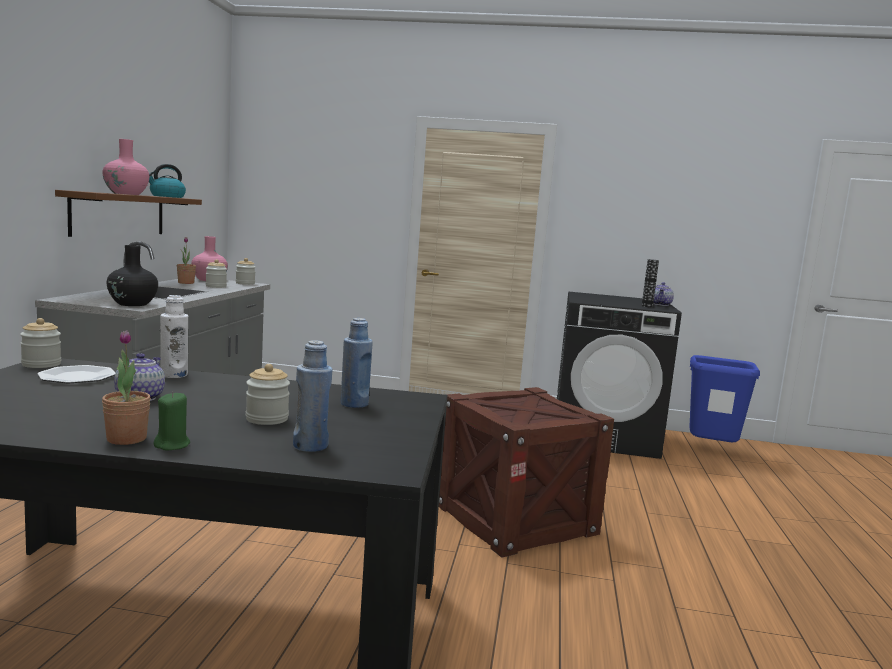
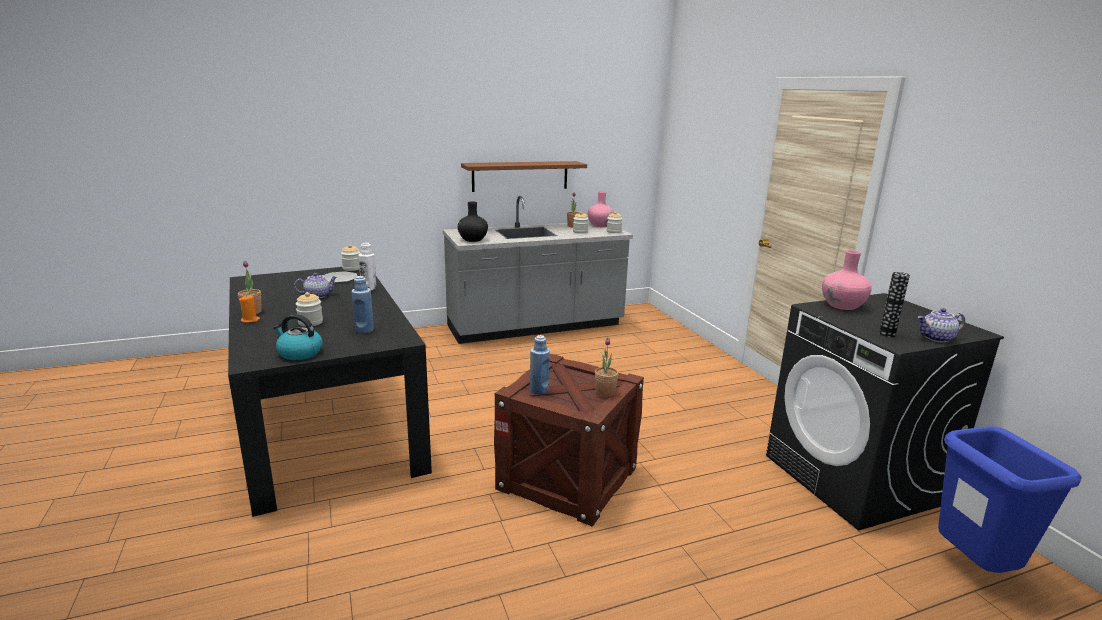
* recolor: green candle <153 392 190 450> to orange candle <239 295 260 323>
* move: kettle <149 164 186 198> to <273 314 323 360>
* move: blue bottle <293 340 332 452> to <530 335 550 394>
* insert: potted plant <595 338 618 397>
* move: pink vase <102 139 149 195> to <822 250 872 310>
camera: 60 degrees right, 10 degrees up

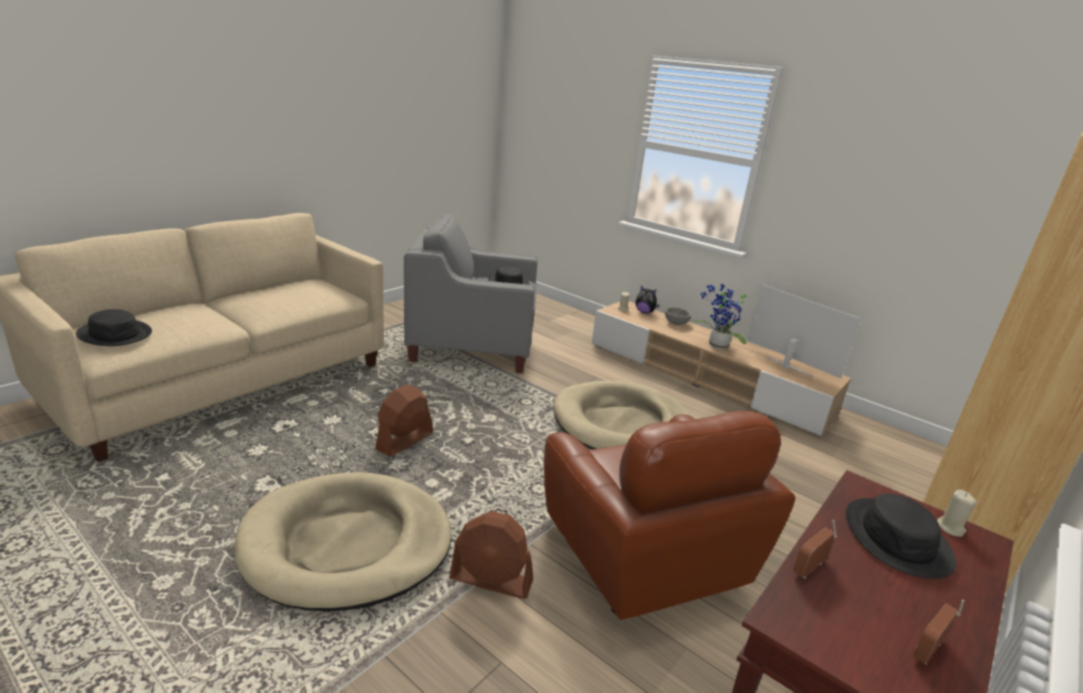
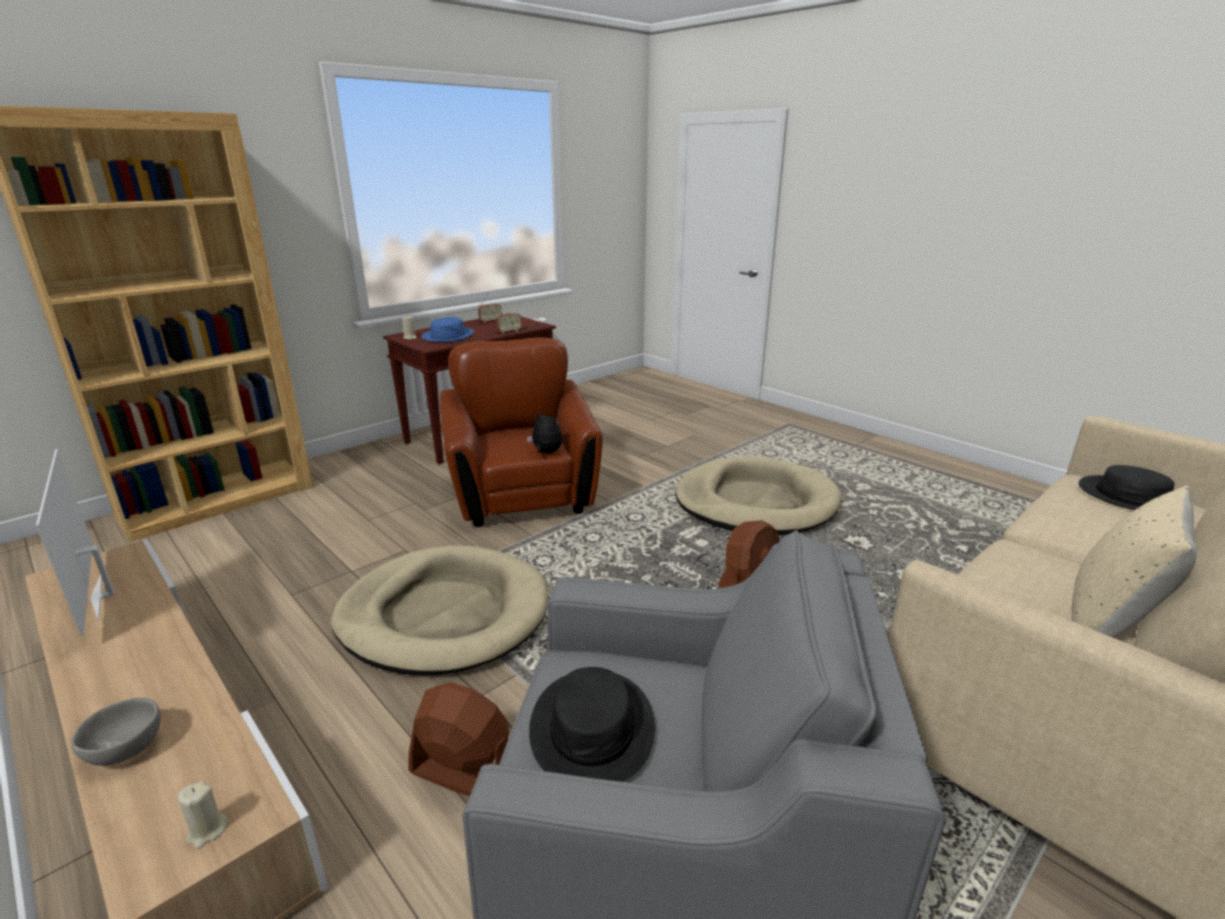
* move: brown fan <449 511 533 599> to <408 682 509 796>
* recolor: black hat <846 493 956 579> to blue hat <421 317 474 342>
* move: plush toy <636 286 660 314> to <527 412 562 453>
* insert: beige pillow <1071 485 1197 637>
* delete: potted plant <693 284 749 350>
camera: 170 degrees left, 0 degrees up

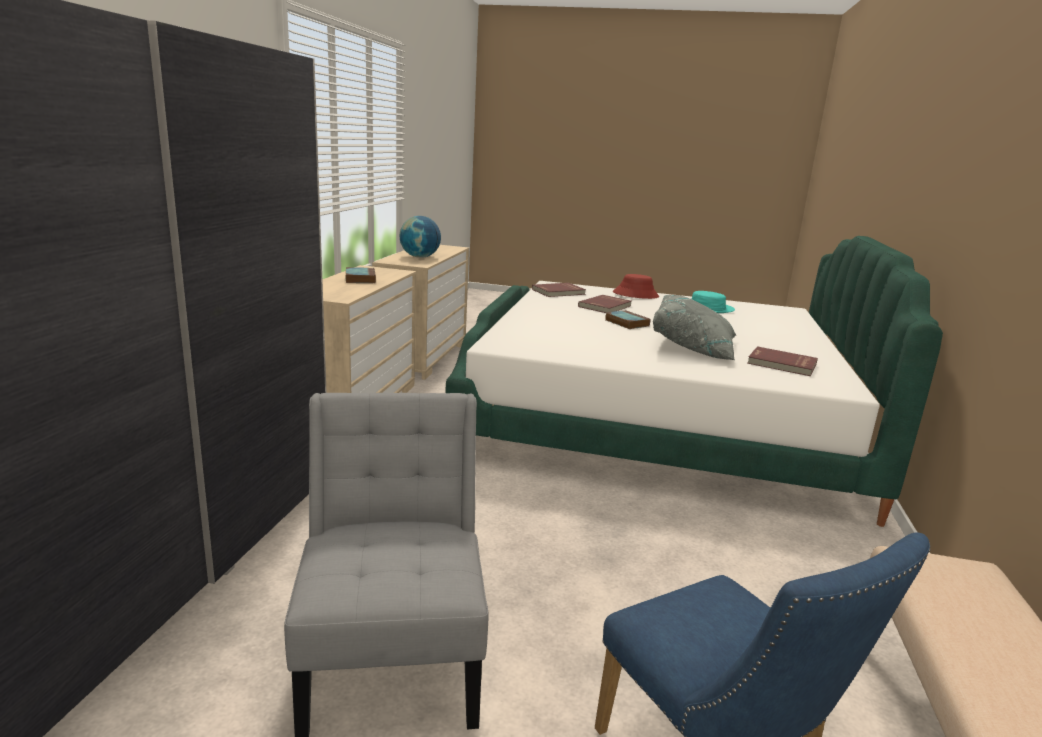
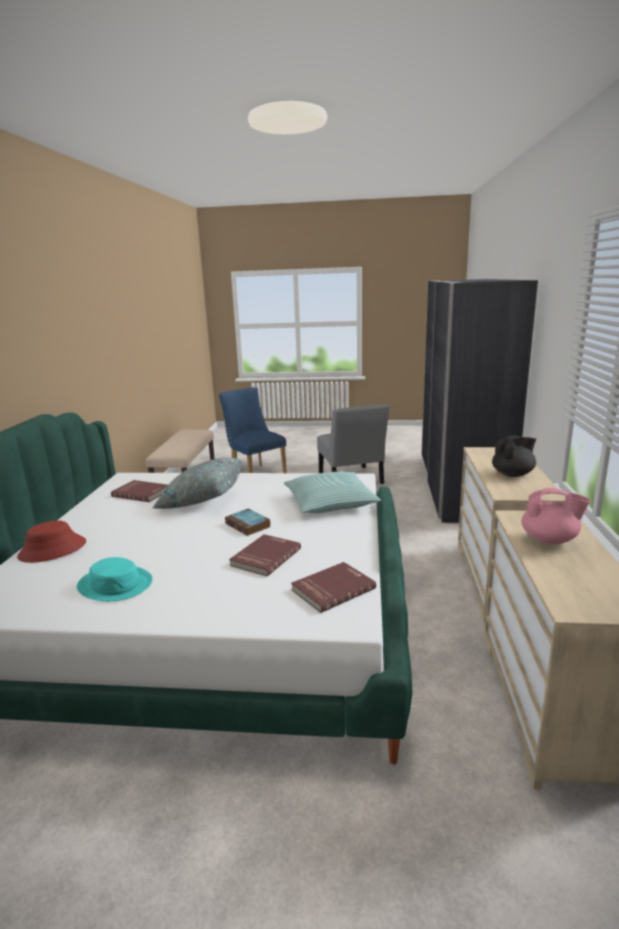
* move: red hat <613 274 659 299> to <17 521 86 563>
* insert: pillow <284 471 381 513>
* replace: book <346 267 376 283> to black teapot <492 435 536 477>
* replace: globe <400 216 441 258> to pink teapot <522 488 591 544>
camera: 175 degrees right, 0 degrees up

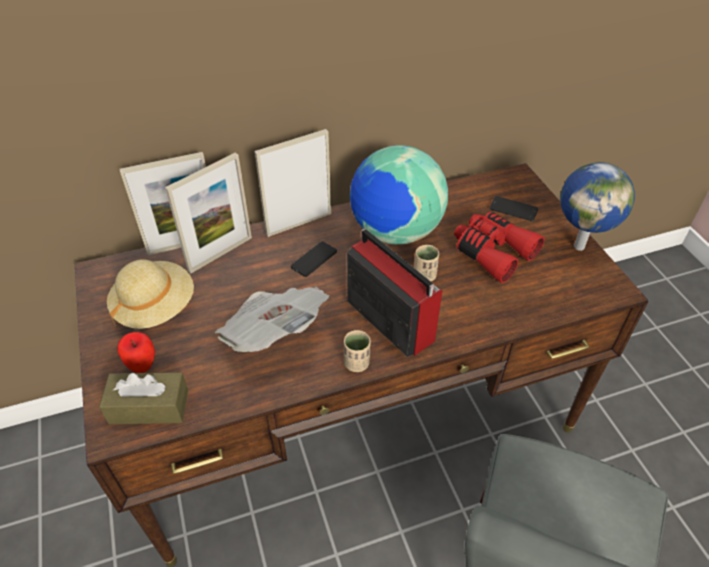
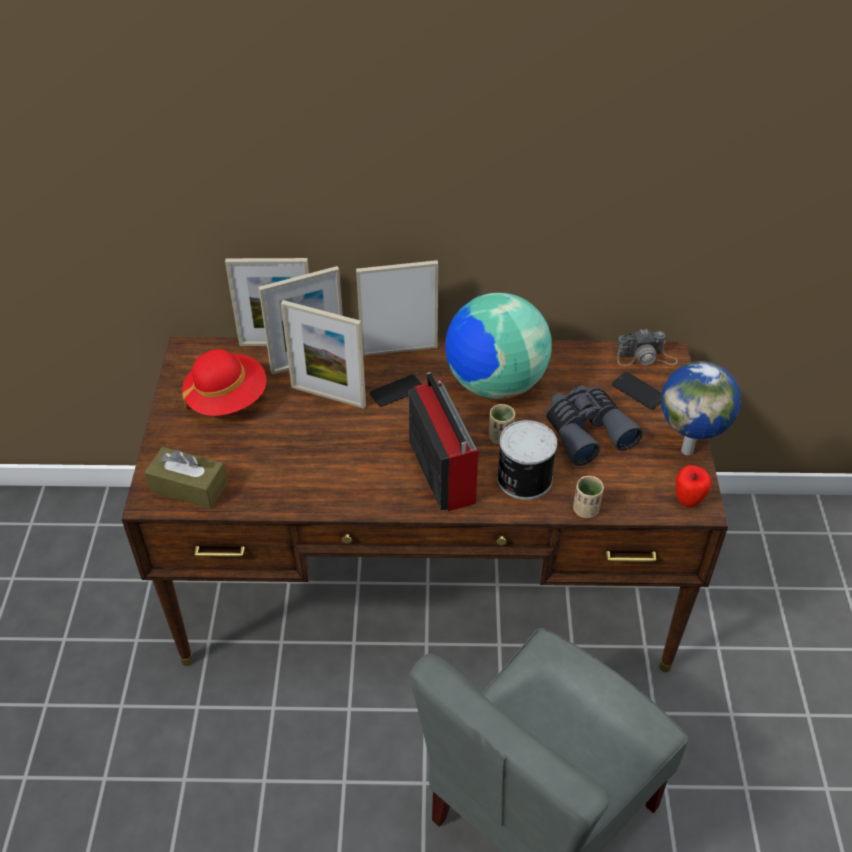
* recolor: beige hat <107 259 194 329> to red hat <182 349 266 416>
* insert: picture frame <281 300 366 409>
* insert: can <497 420 557 500>
* recolor: red binoculars <454 212 545 283> to grey binoculars <546 385 643 466>
* move: beige cup <344 330 371 372> to <573 476 604 518>
* insert: photo camera <616 329 678 366>
* move: apple <117 332 155 373> to <676 465 711 507>
* delete: newspaper <215 287 329 352>
camera: 20 degrees right, 0 degrees up

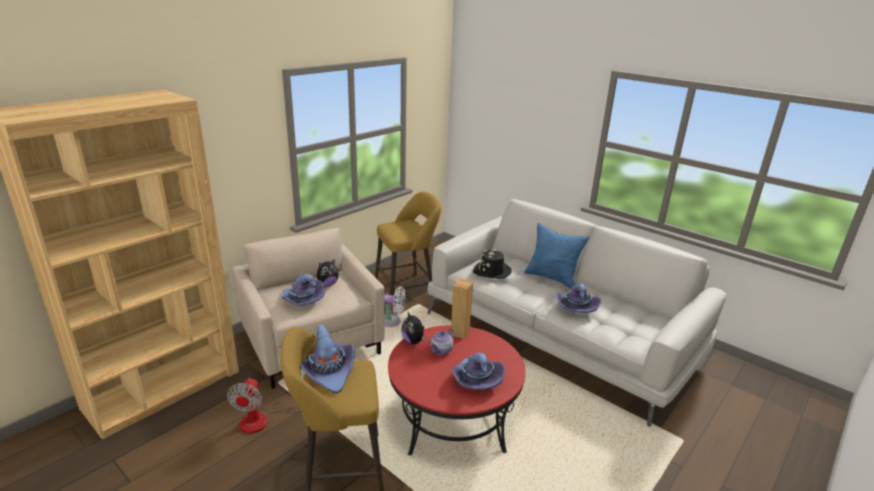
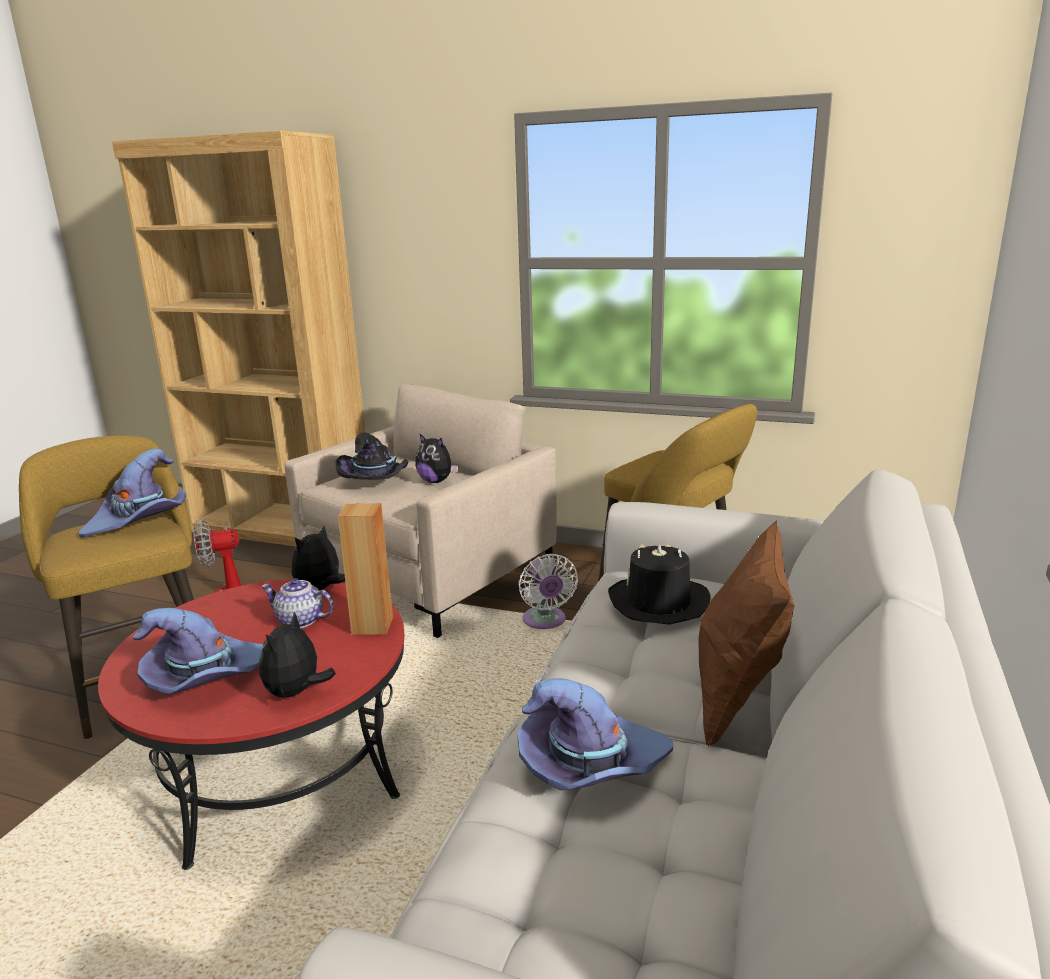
* insert: plush toy <259 612 336 697>
* recolor: purple hat <282 274 325 306> to black hat <335 432 409 480>
* recolor: blue pillow <524 223 589 289> to brown pillow <698 520 794 747>
camera: 70 degrees right, 5 degrees down

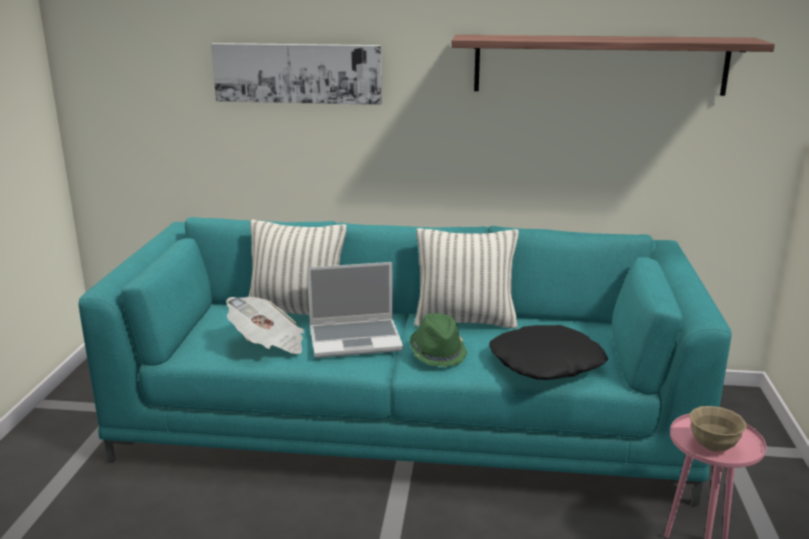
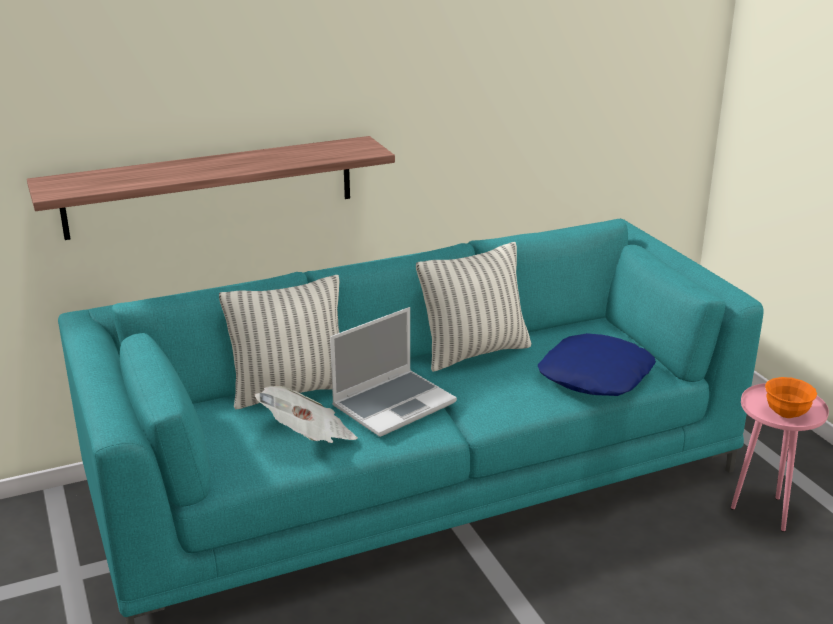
* move: shelf <451 35 775 96> to <27 136 395 240>
* recolor: black pillow <489 325 608 380> to blue pillow <538 333 656 396>
* recolor: beige bowl <689 406 747 451> to orange bowl <765 377 817 418>
* delete: picture <211 43 382 105>
* delete: green hat <410 313 467 367>
camera: 30 degrees left, 5 degrees up

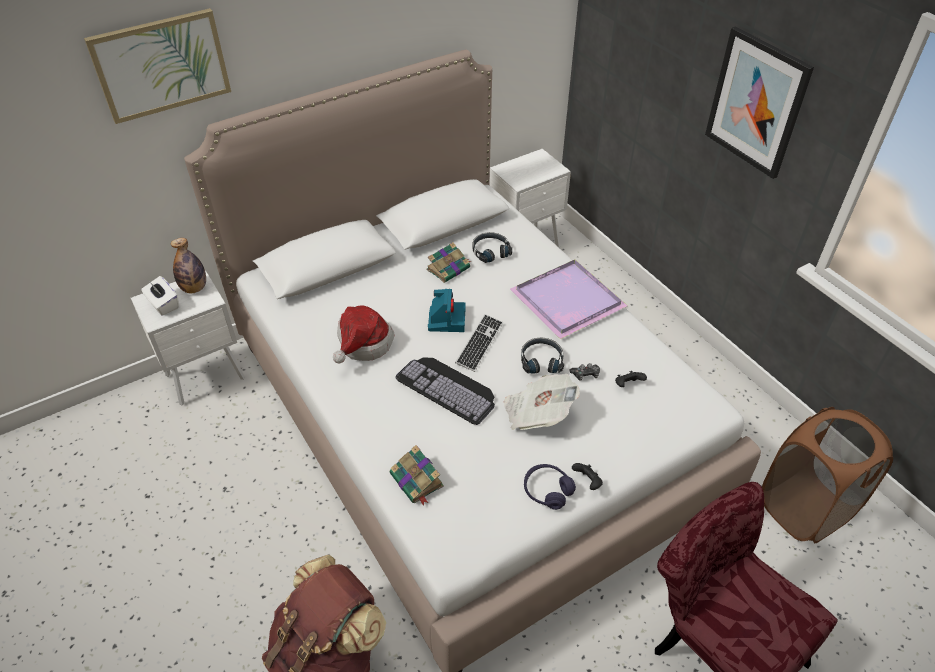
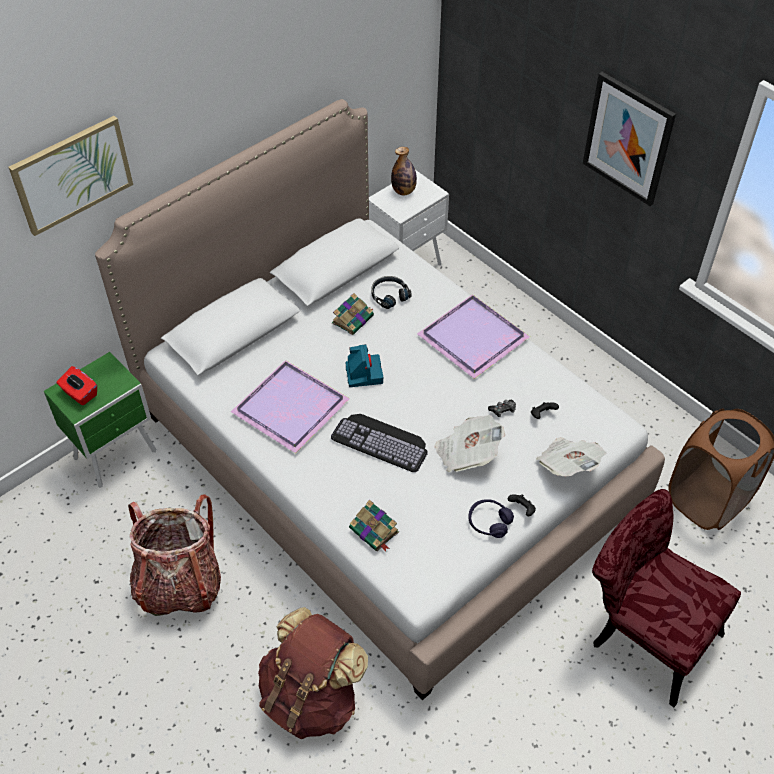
* recolor: white nightstand <131 271 245 406> to green nightstand <44 352 156 488>
* recolor: white tissue box <141 276 179 316> to red tissue box <57 366 97 406>
* insert: backpack <128 494 221 616>
* replace: hat <333 305 394 363> to purple tray <231 360 350 453>
* move: bottle <170 238 206 294> to <391 147 417 195>
* insert: newspaper <536 437 607 476>
* delete: keyboard <455 314 503 372>
* delete: black headphones <521 338 564 374>
camera: 10 degrees left, 5 degrees up

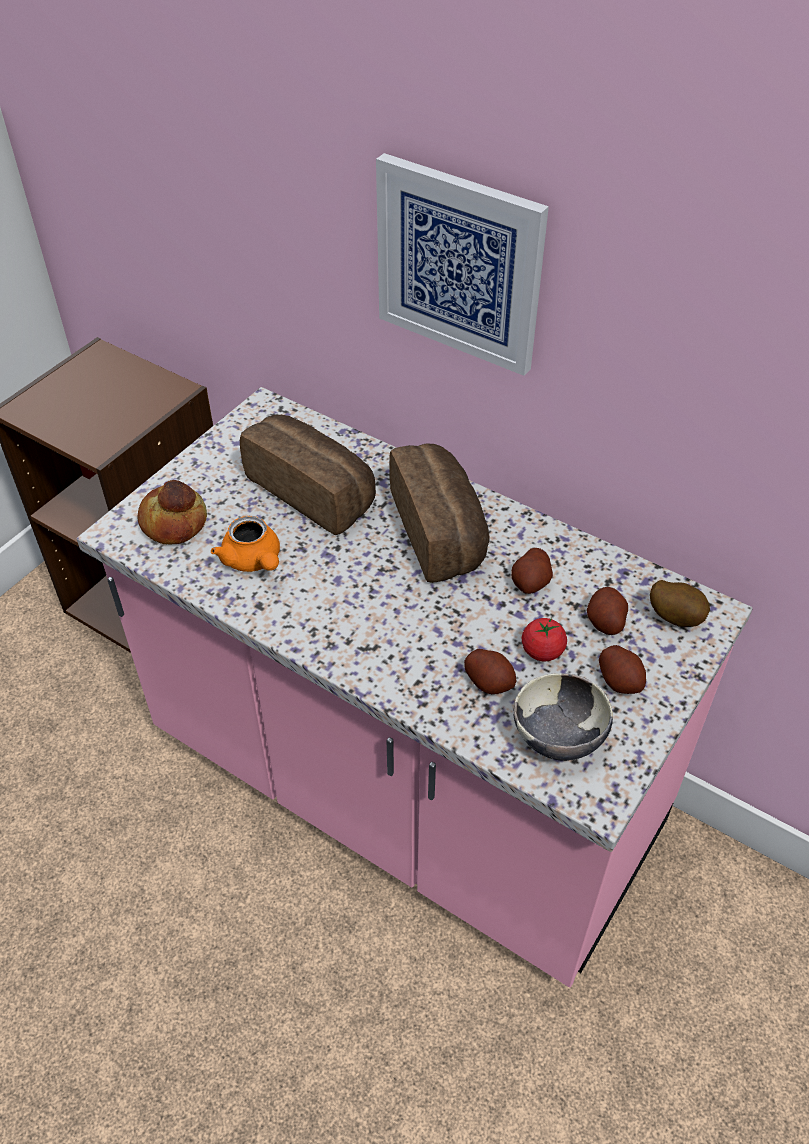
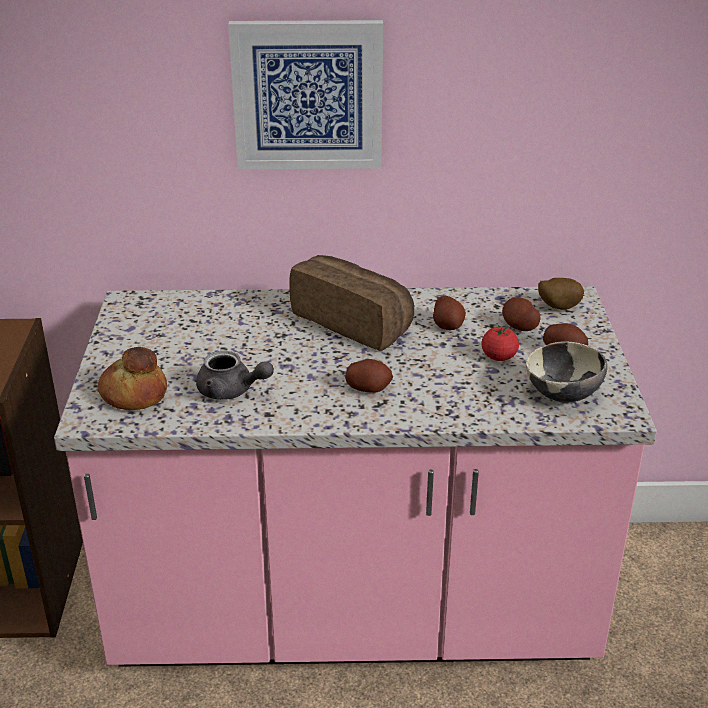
* recolor: orange teapot <211 516 280 572> to grey teapot <196 351 274 400>
* move: potato <464 649 516 694> to <345 359 393 392>
* delete: bread <240 415 376 535>
camera: 35 degrees left, 15 degrees down

